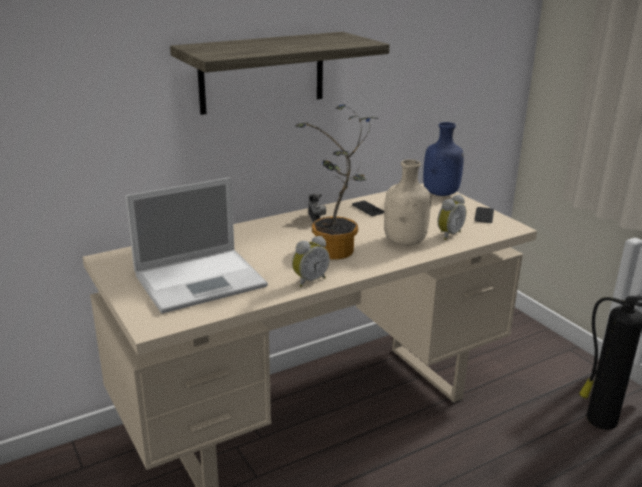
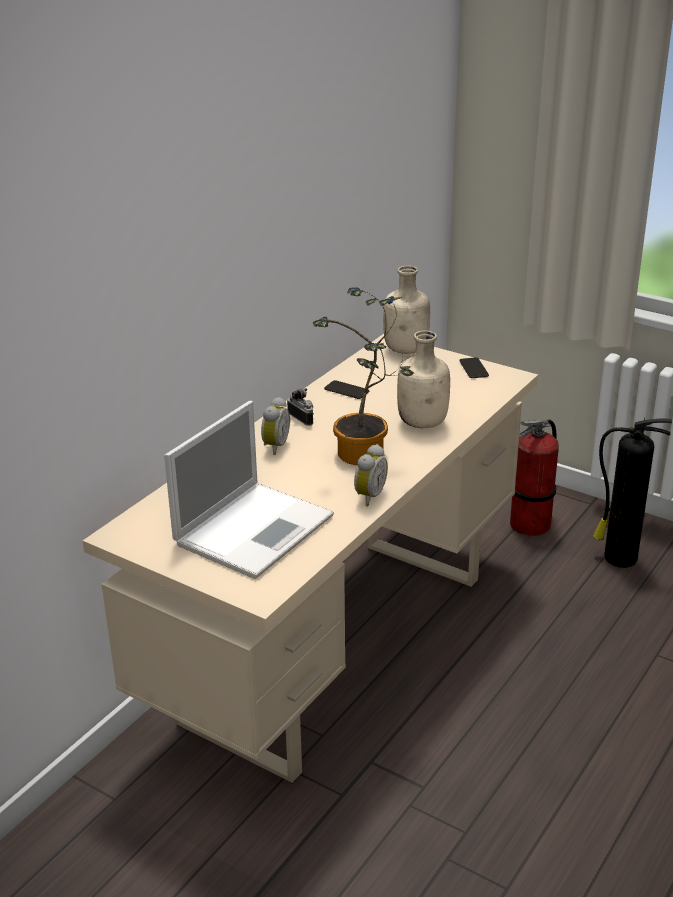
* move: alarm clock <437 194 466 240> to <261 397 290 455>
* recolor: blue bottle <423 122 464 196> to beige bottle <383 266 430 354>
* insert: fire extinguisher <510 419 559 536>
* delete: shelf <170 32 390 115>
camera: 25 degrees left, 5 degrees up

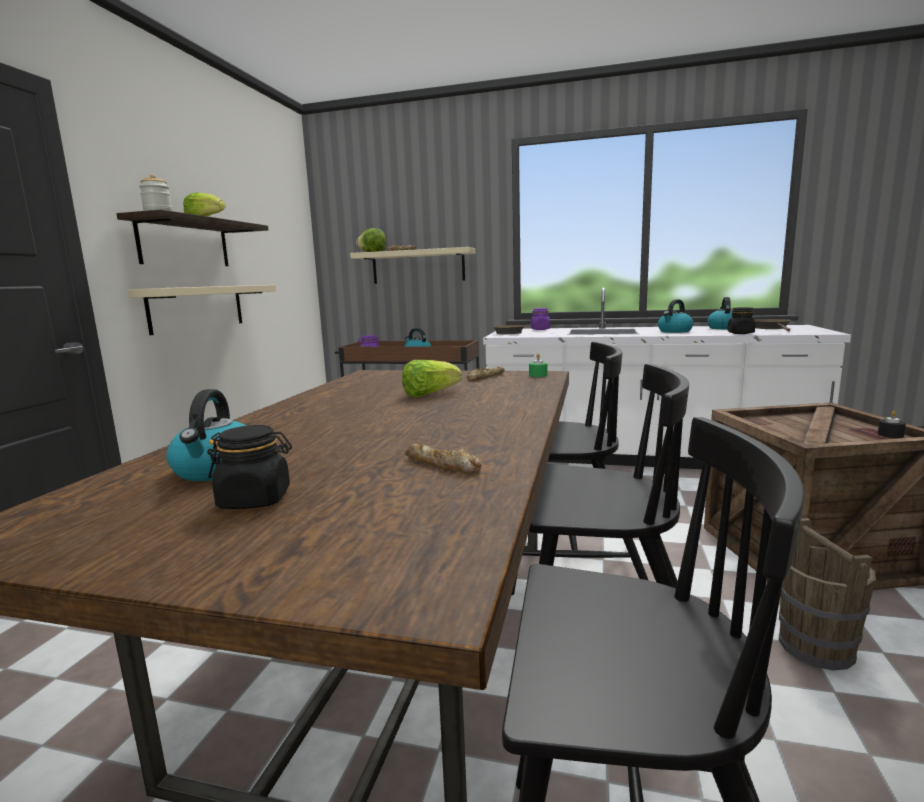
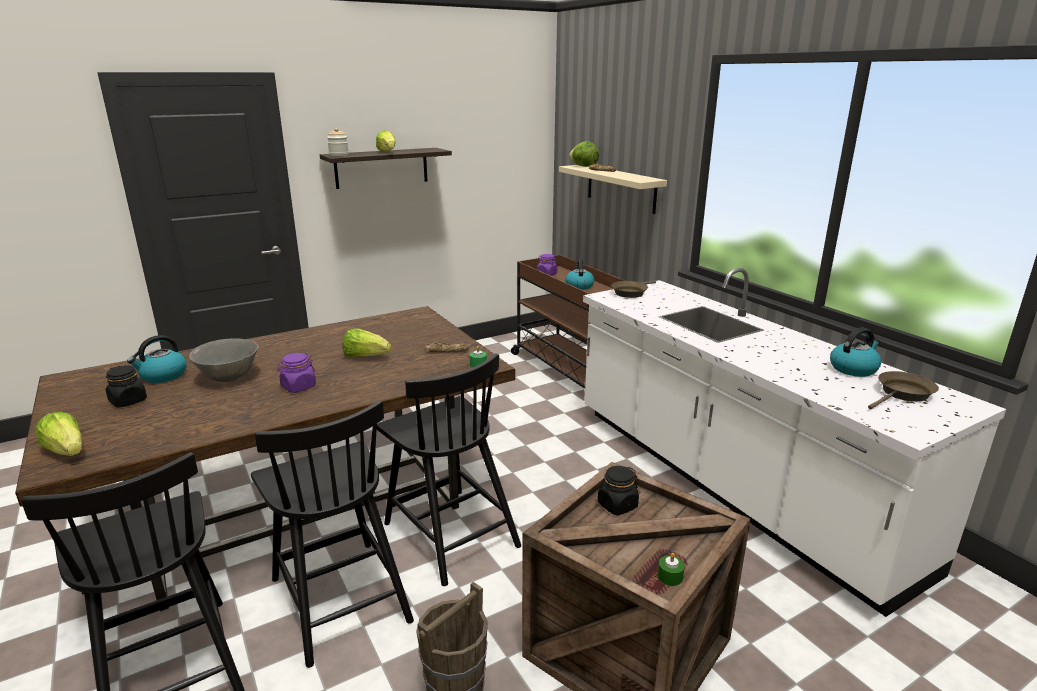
* insert: lettuce <36 412 82 456>
* insert: grey bowl <189 338 259 382>
* move: purple jar <531 308 550 330> to <277 353 316 393>
* move: black jar <727 307 756 334> to <598 466 639 515>
* recolor: black candle <877 411 906 438> to green candle <658 553 685 586>
* delete: beige shelf <128 285 276 335>
* delete: bread <405 443 482 474>
* delete: kettle <658 299 694 333>
camera: 45 degrees right, 10 degrees up

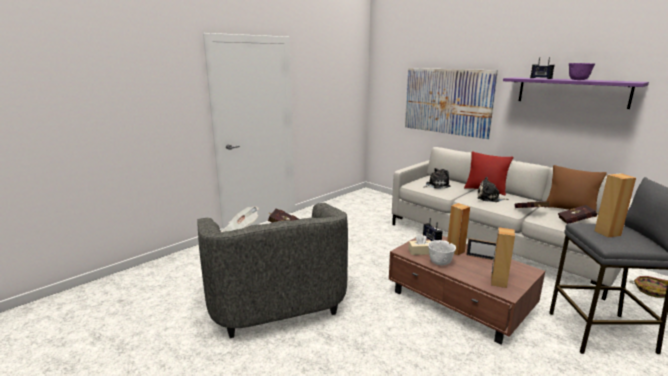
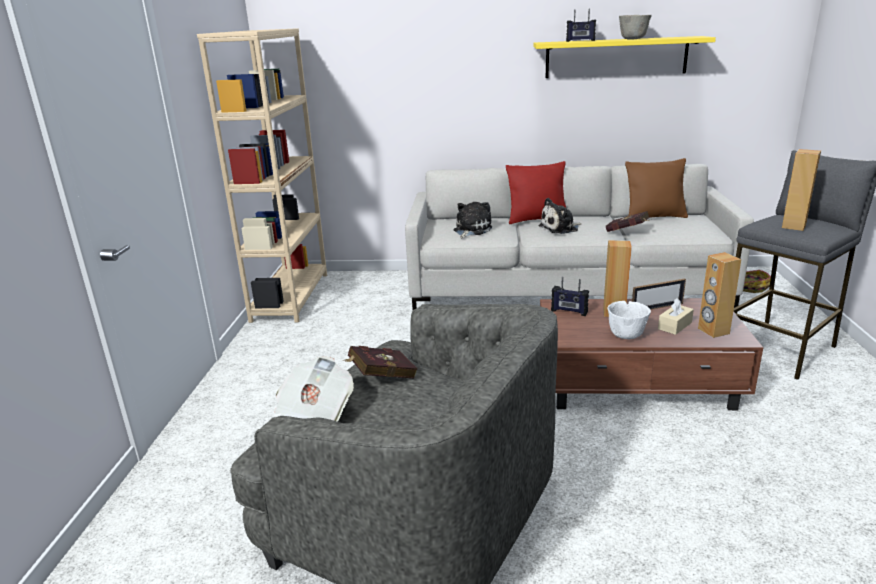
* insert: beige bookcase <197 28 327 323>
* recolor: purple shelf <503 77 649 109> to yellow shelf <533 36 716 78>
* recolor: purple bowl <569 63 595 80> to grey bowl <619 15 652 39>
* move: beige tissue box <408 234 431 255> to <658 298 694 335>
* delete: picture <405 68 498 139>
* delete: red book <558 205 598 224>
camera: 40 degrees left, 5 degrees up

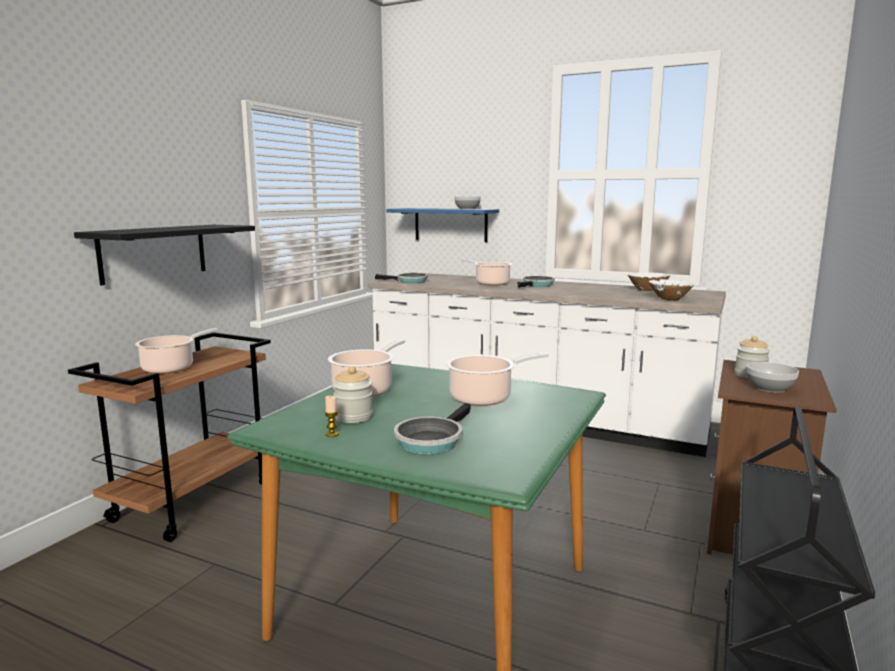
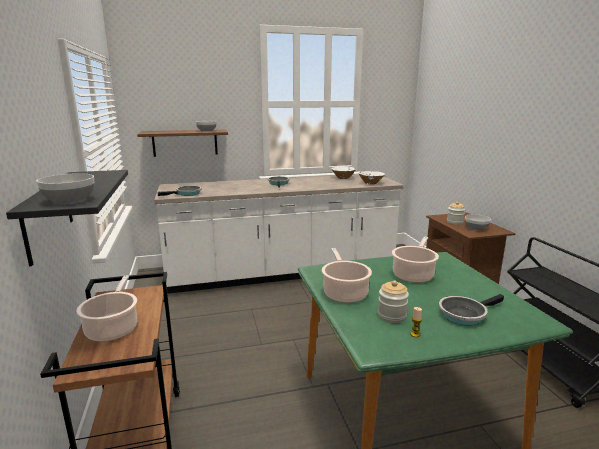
* insert: bowl <36 173 94 204>
* recolor: blue shelf <387 208 499 242> to brown shelf <137 130 228 157>
* rotate: frying pan <394 403 471 454> = <439 294 504 326> 75 degrees clockwise
* delete: cooking pot <461 259 512 285>
camera: 40 degrees left, 5 degrees up

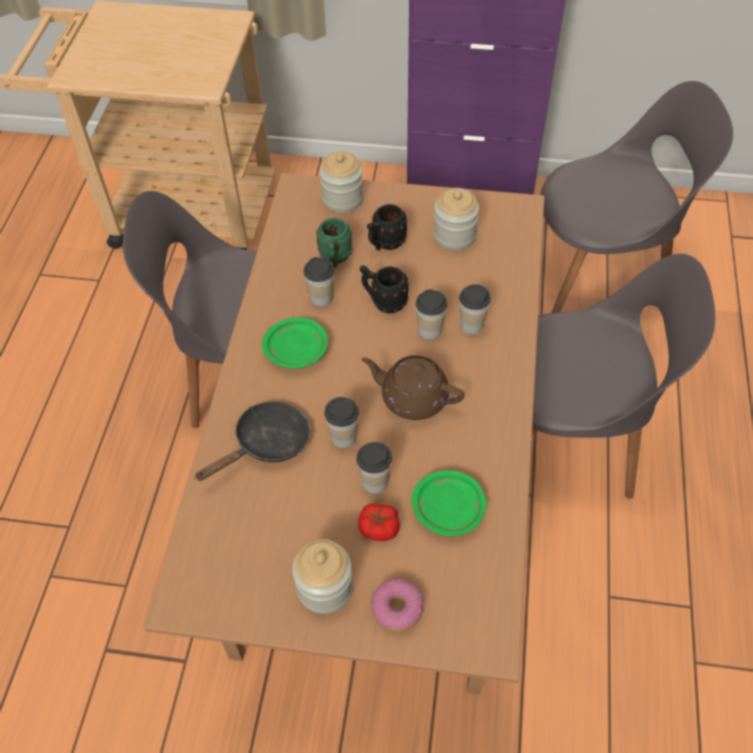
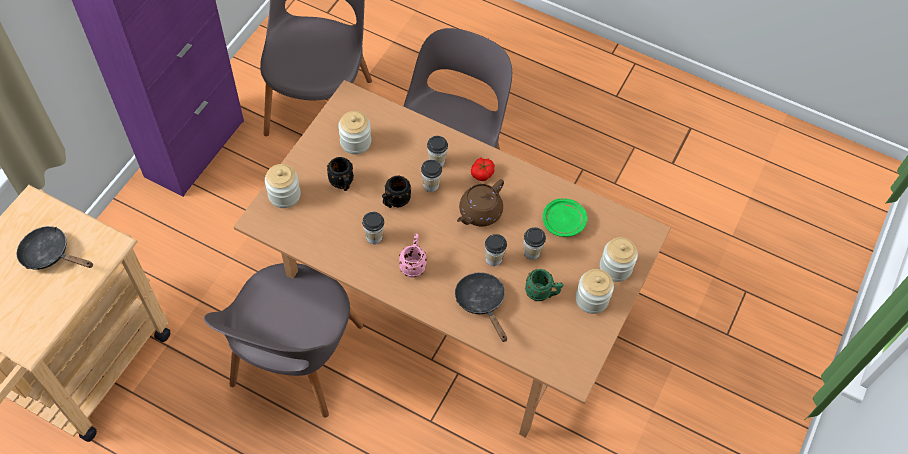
* insert: black frying pan <17 226 93 270>
* replace: green plate <262 317 328 369> to pink mug <399 234 427 277>
* move: tomato <358 504 400 542> to <471 158 495 181>
* move: green mug <316 218 353 268> to <525 269 563 301>
* replace: donut <371 578 424 632> to jar <600 237 638 282>
camera: 75 degrees left, 5 degrees up

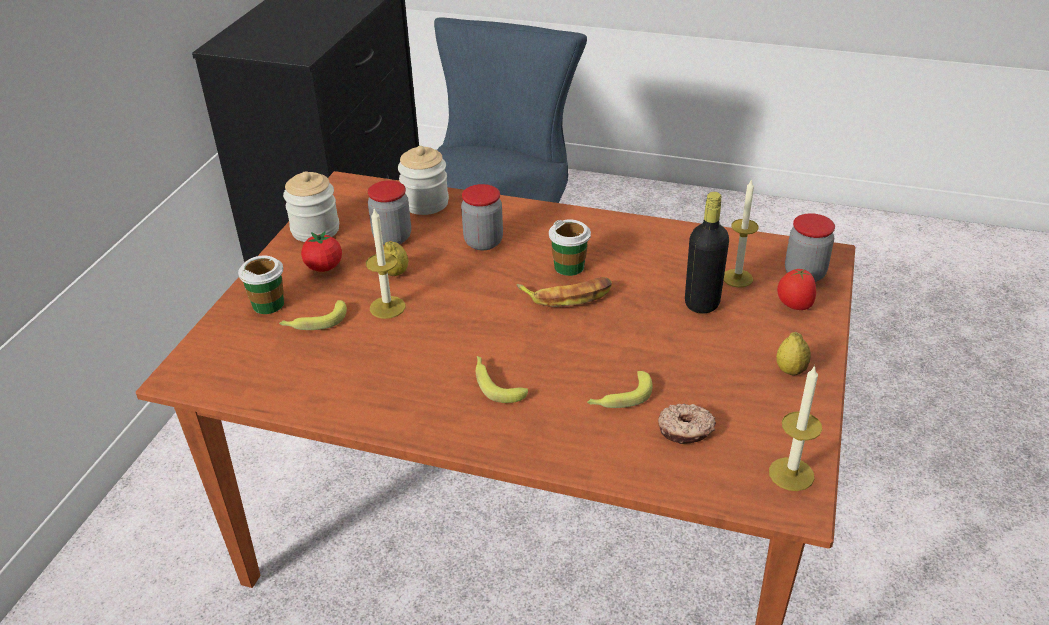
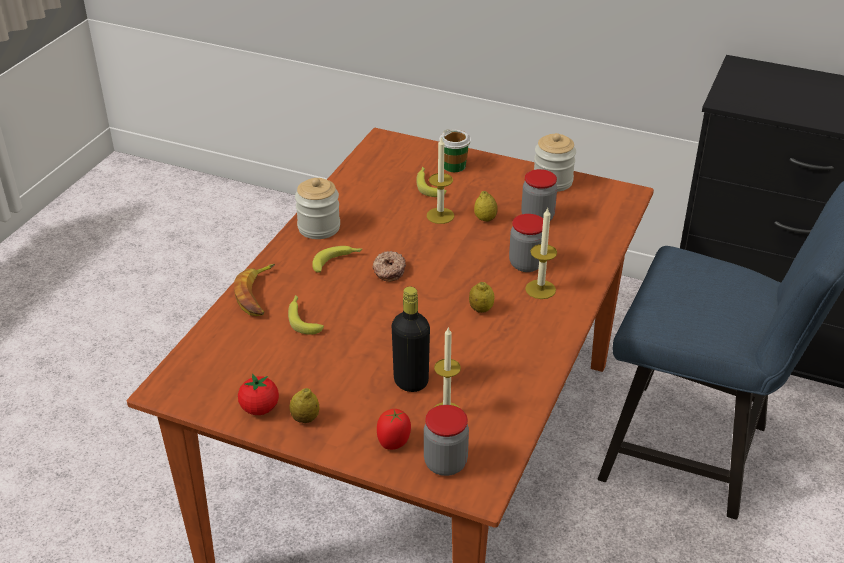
* move: banana <516 277 612 307> to <234 264 275 316>
* move: tomato <301 231 342 272> to <238 374 279 415>
* move: jar <398 146 449 215> to <295 178 340 239>
* move: donut <658 404 716 444> to <372 251 406 282>
* replace: cup <549 219 591 276> to lemon <469 282 494 313>
* move: candle <769 365 822 491> to <525 208 557 299>
camera: 95 degrees right, 0 degrees up

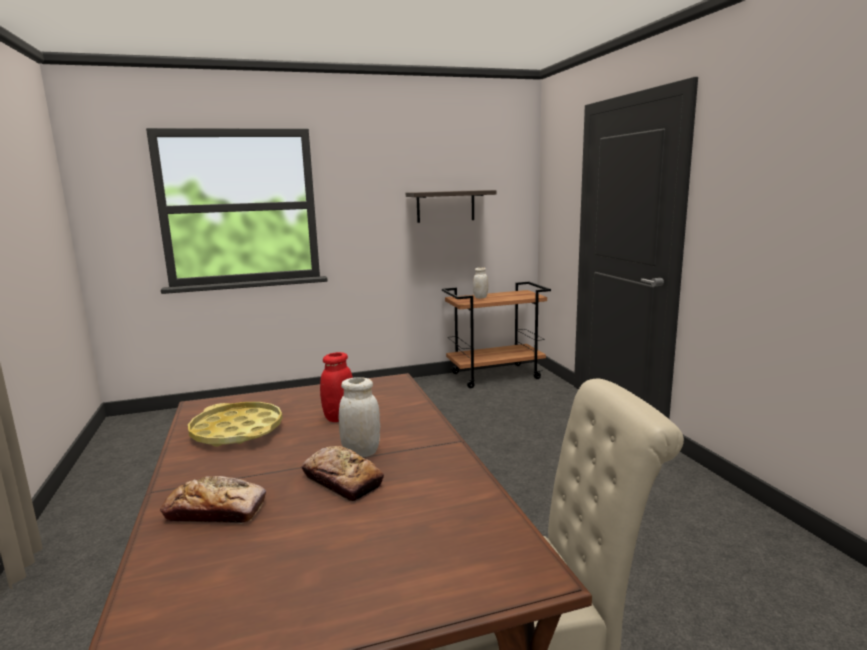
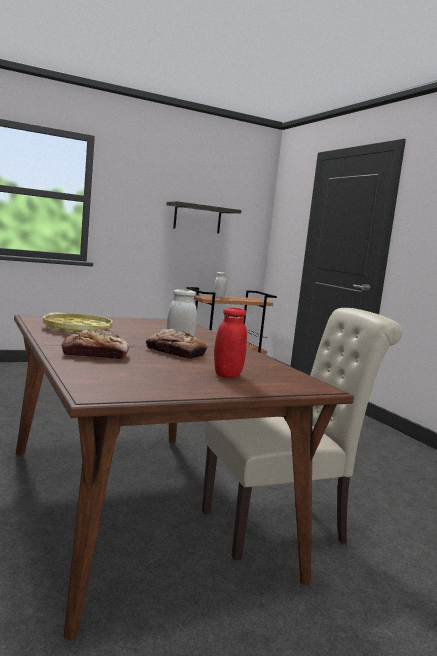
* move: red jar <320 352 353 422> to <214 308 247 378>
camera: 10 degrees left, 5 degrees down

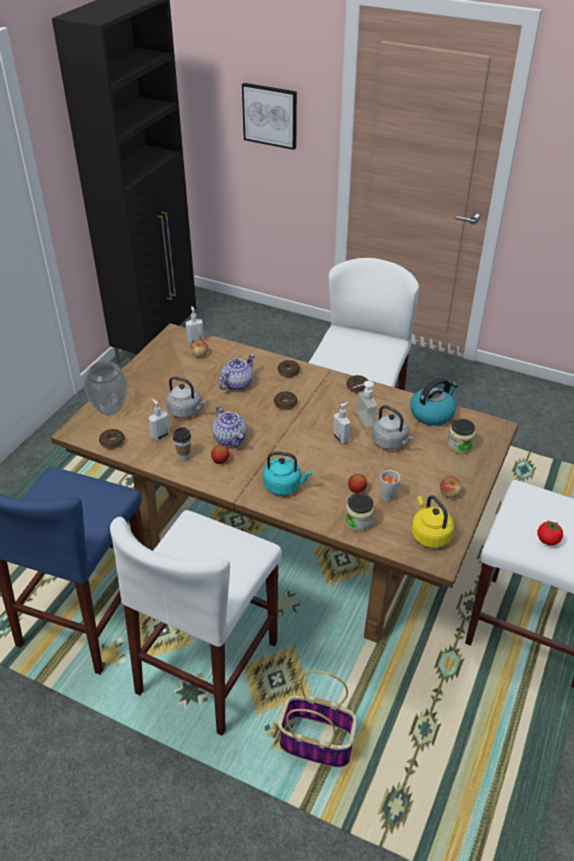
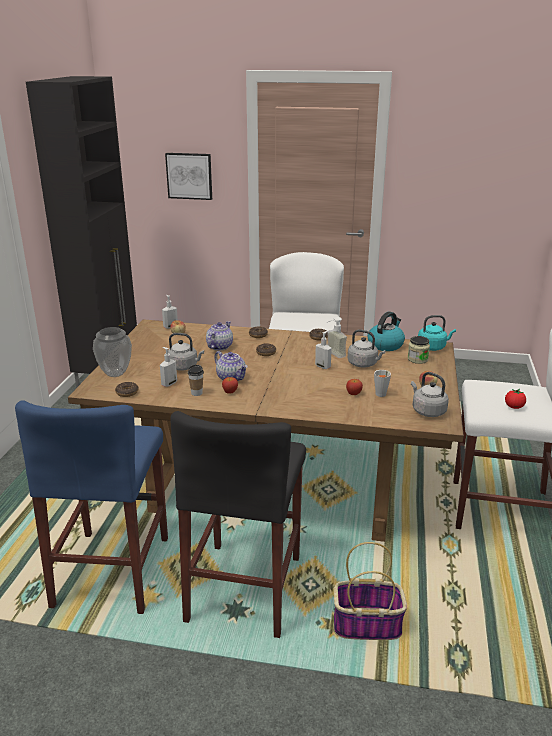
* recolor: white stool <110 510 282 736> to black stool <170 411 306 638>
* recolor: yellow kettle <412 495 454 548> to grey kettle <411 372 449 417>
* move: turquoise kettle <263 452 312 495> to <418 315 456 351>
* delete: jar <345 493 374 532>
camera: 15 degrees left, 15 degrees down

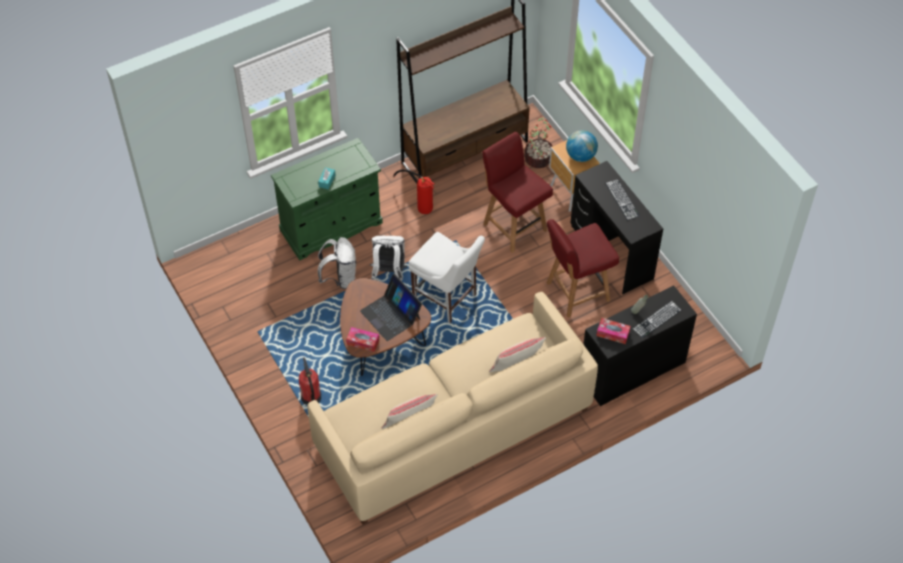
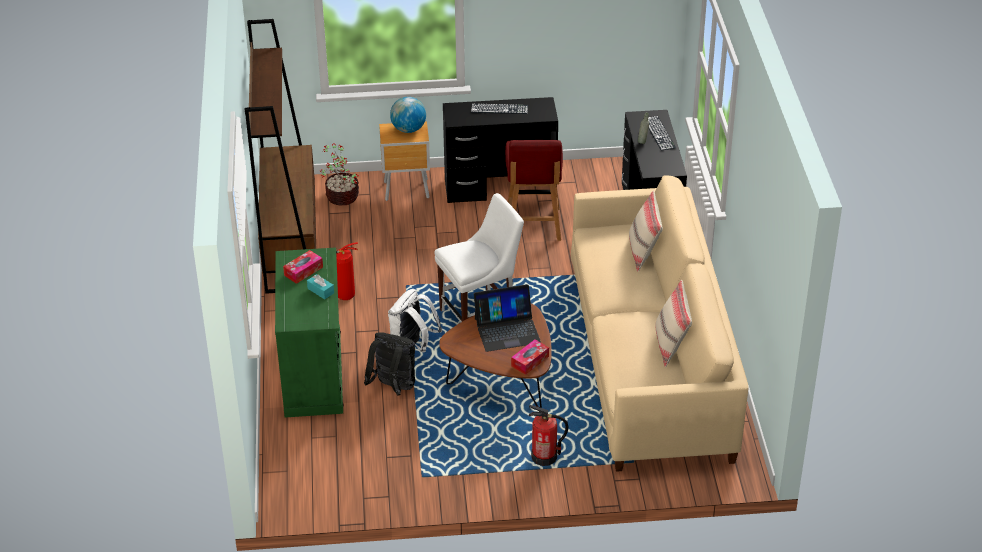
* move: tissue box <596 318 631 344> to <283 250 323 284>
* recolor: white backpack <318 237 356 289> to black backpack <364 333 415 396>
* delete: red chair <482 132 553 253>
camera: 65 degrees left, 15 degrees down

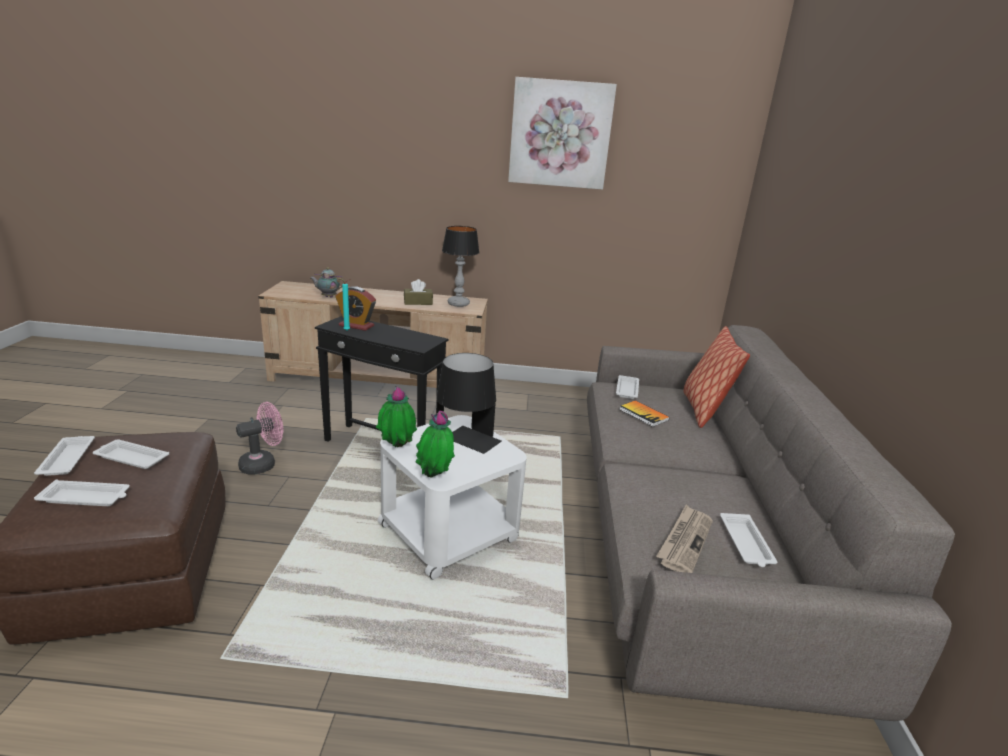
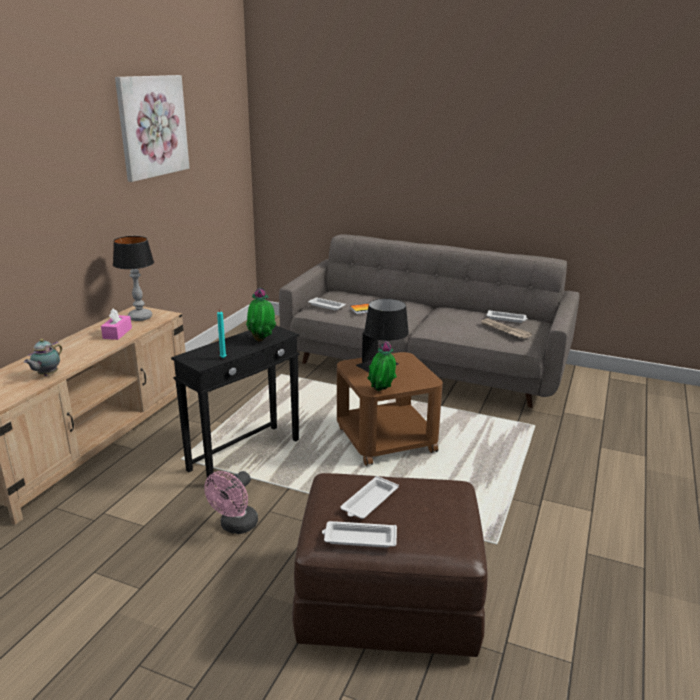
* recolor: brown tissue box <404 279 433 305> to pink tissue box <101 309 132 340>
* rotate: pink fan <236 402 283 474> = <204 471 258 534> 135 degrees counterclockwise
* move: potted plant <416 411 455 477> to <246 287 276 342>
* recolor: white side table <378 415 527 580> to brown side table <337 352 443 466>
* delete: white tray <34 480 130 506>
* delete: alarm clock <335 286 376 331>
* delete: pillow <683 326 750 428>
camera: 70 degrees left, 0 degrees up

